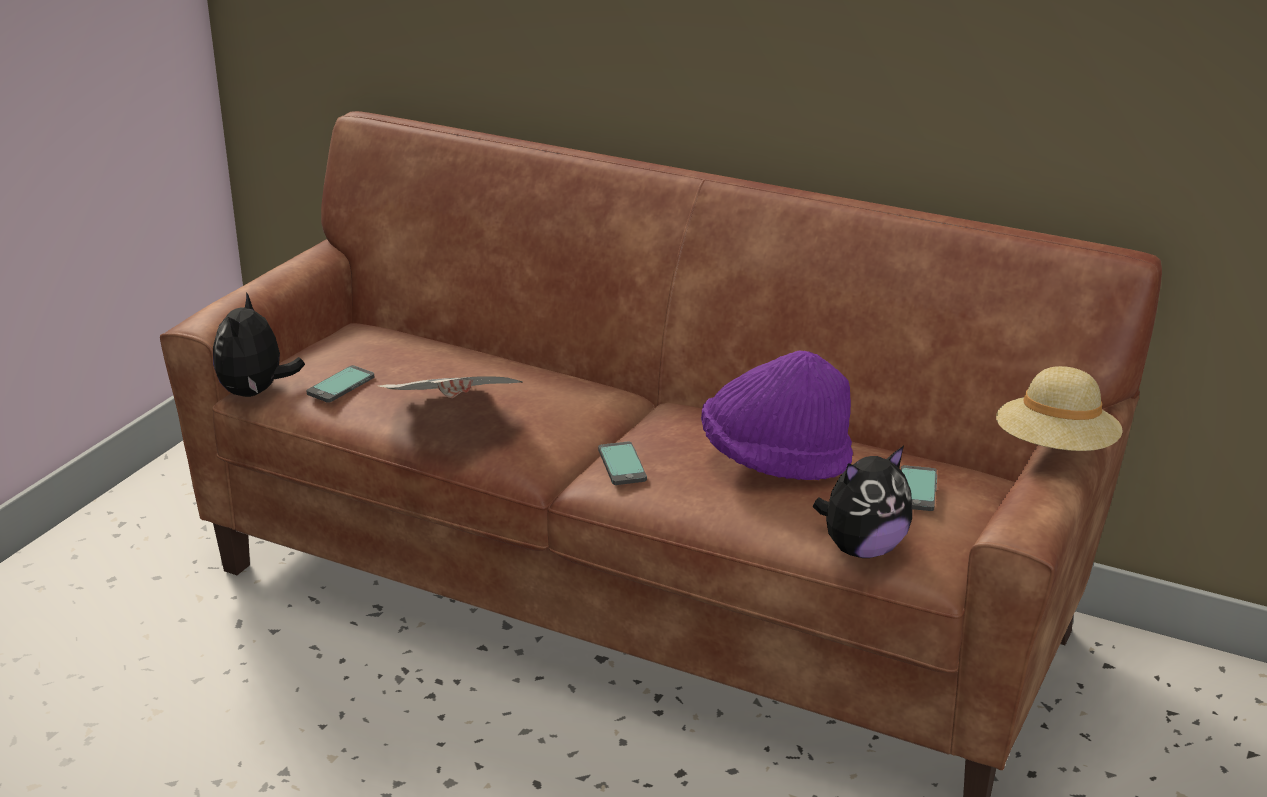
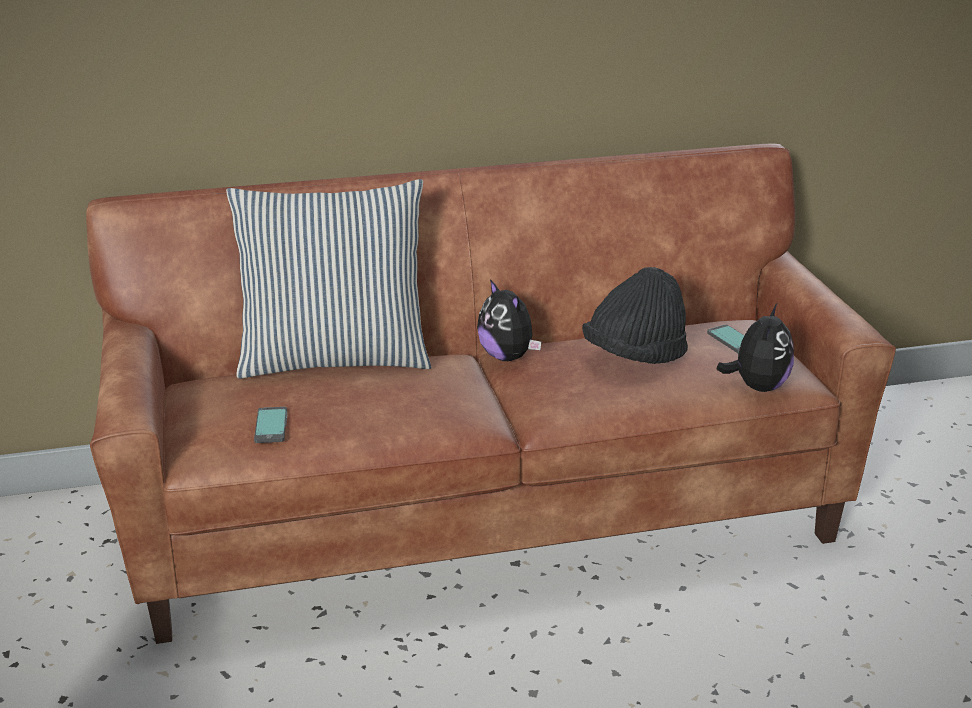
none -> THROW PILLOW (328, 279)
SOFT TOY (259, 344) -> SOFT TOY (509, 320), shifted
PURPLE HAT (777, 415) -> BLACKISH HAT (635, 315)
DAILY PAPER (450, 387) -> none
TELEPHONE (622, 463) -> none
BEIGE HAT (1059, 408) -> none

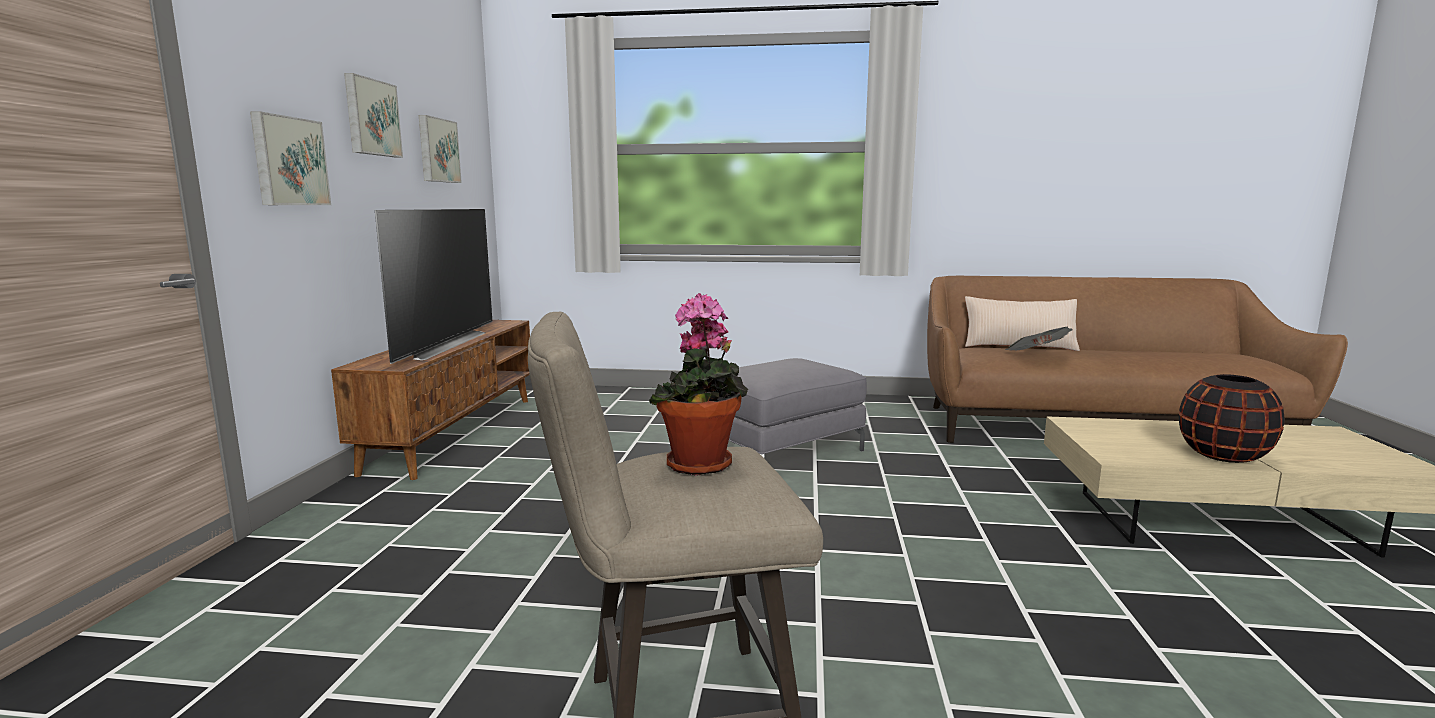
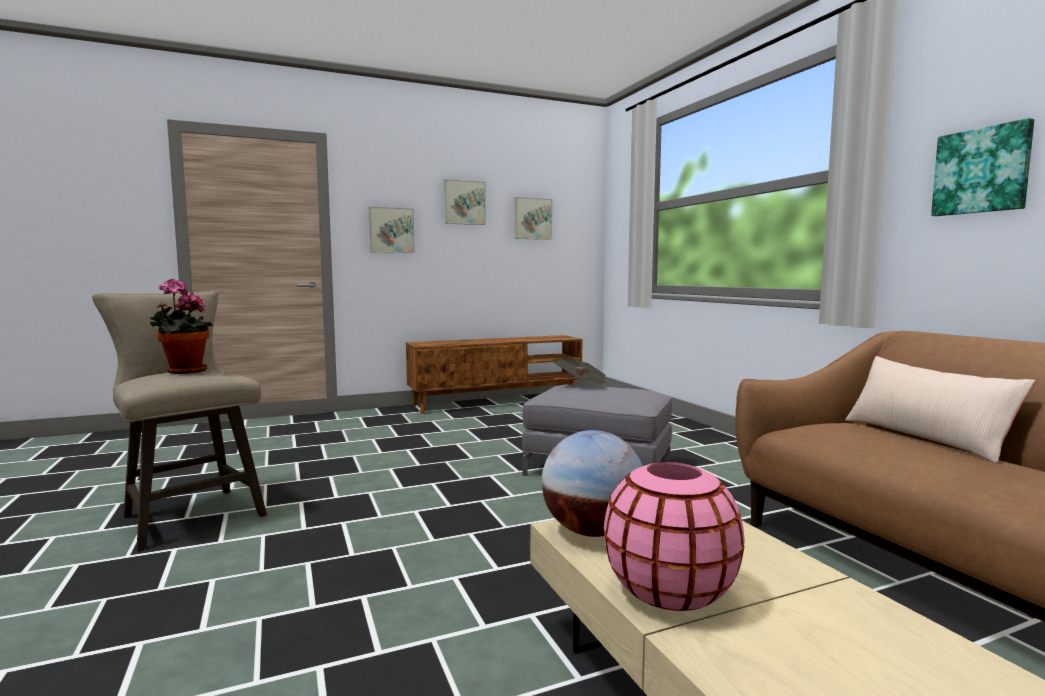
none -> DESK GLOBE (592, 483)
DAILY PAPER (1039, 339) -> DAILY PAPER (580, 370), shifted
BLACKISH FLOWER VASE (1231, 418) -> PINK FLOWER VASE (674, 536)
none -> WALL ART (982, 167)
TV (433, 286) -> none

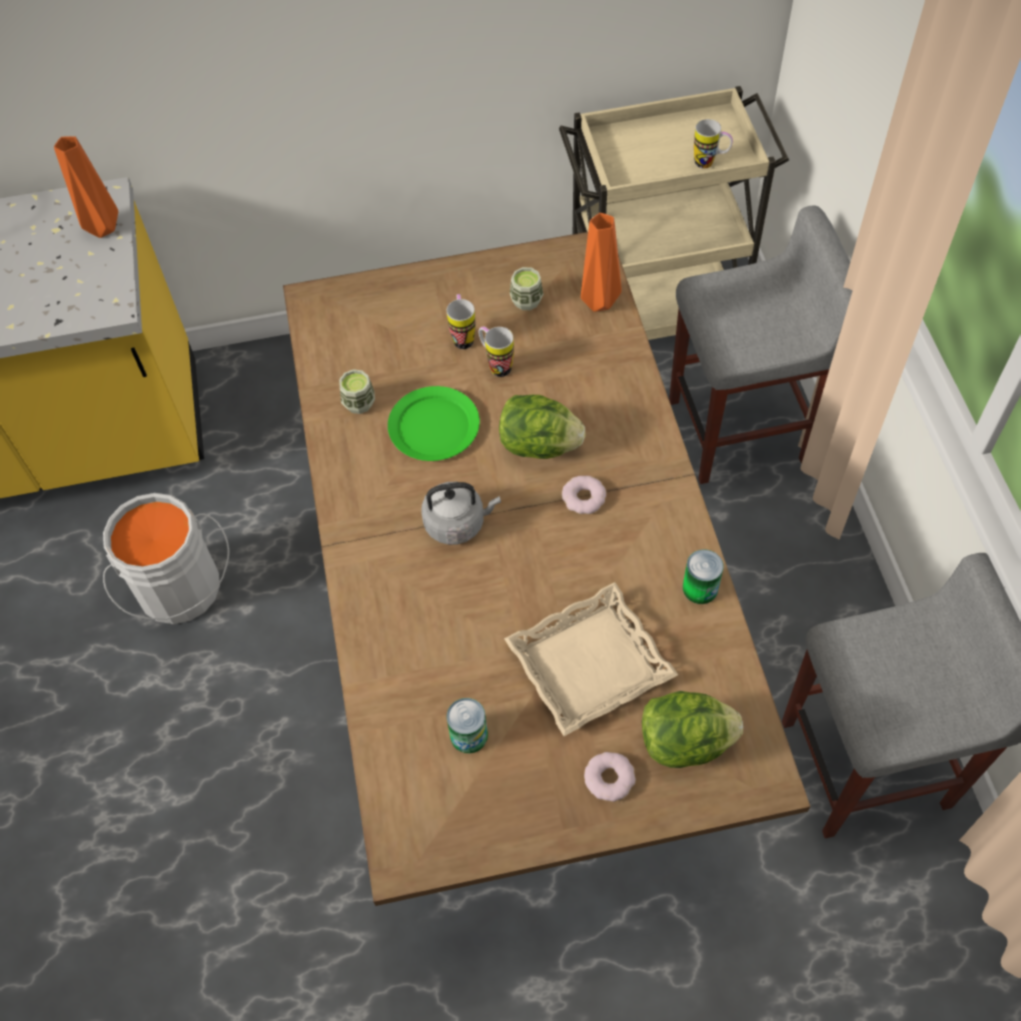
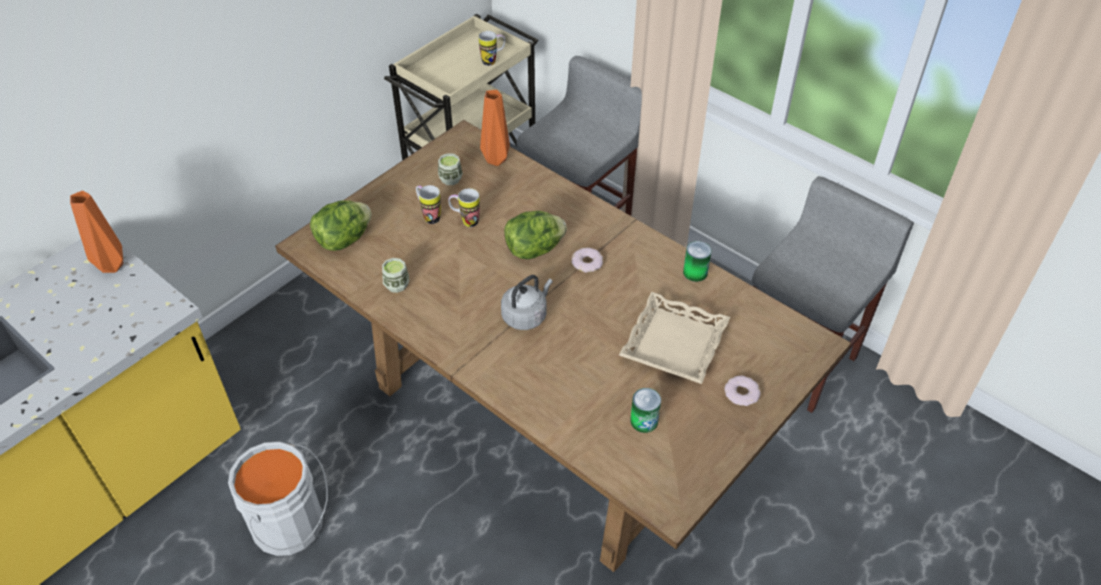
LETTUCE HEAD (692, 729) -> LETTUCE HEAD (340, 225), shifted
GREEN FLAT DISH (434, 423) -> none

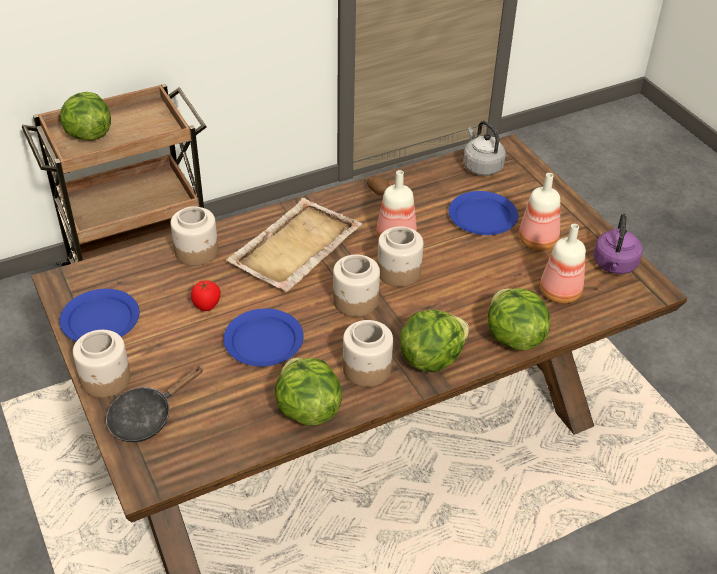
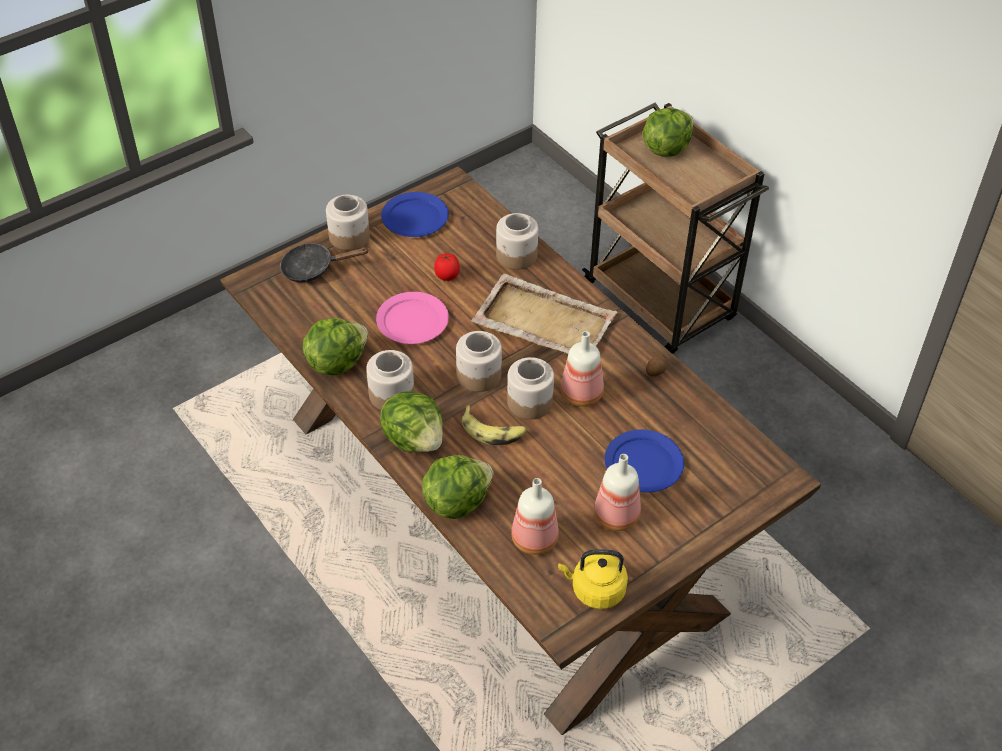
BLACKISH PAN (154, 404) -> BLACKISH PAN (324, 262), 45 degrees counterclockwise
BLUISH FLAT DISH (263, 337) -> PINK FLAT DISH (412, 318)
none -> BANANA (494, 425)
PURPLE WATER KETTLE (618, 243) -> YELLOWISH WATER KETTLE (593, 579)
GREY WATER KETTLE (484, 148) -> none

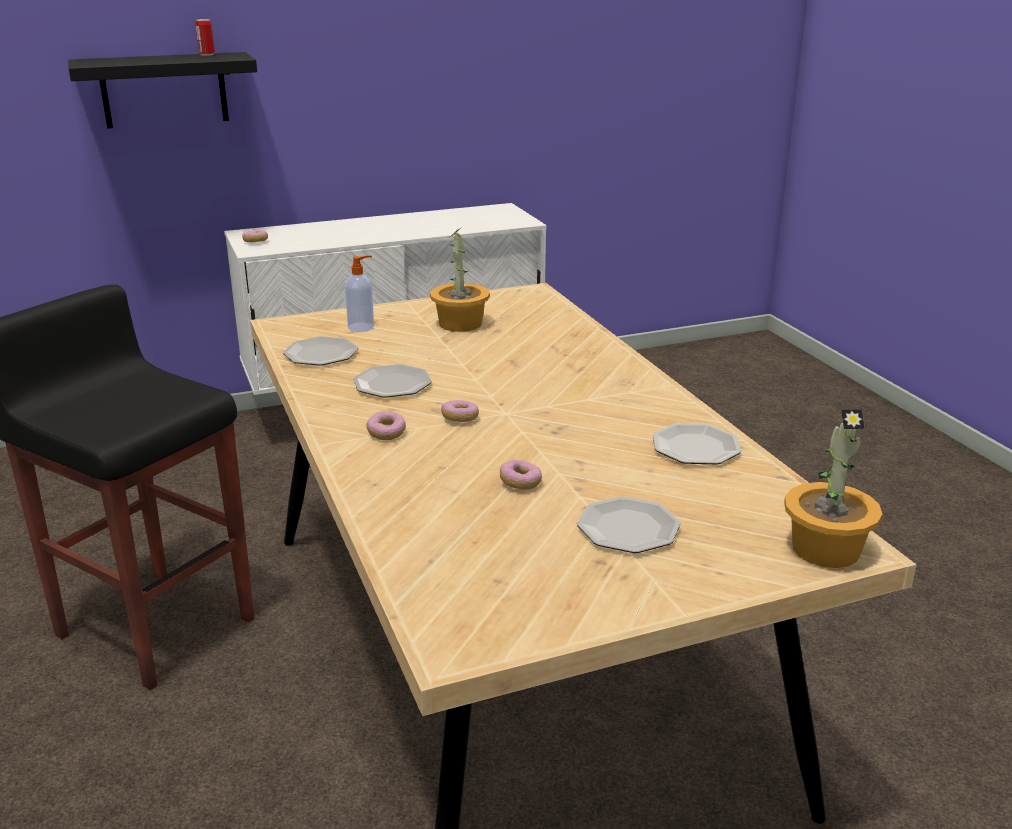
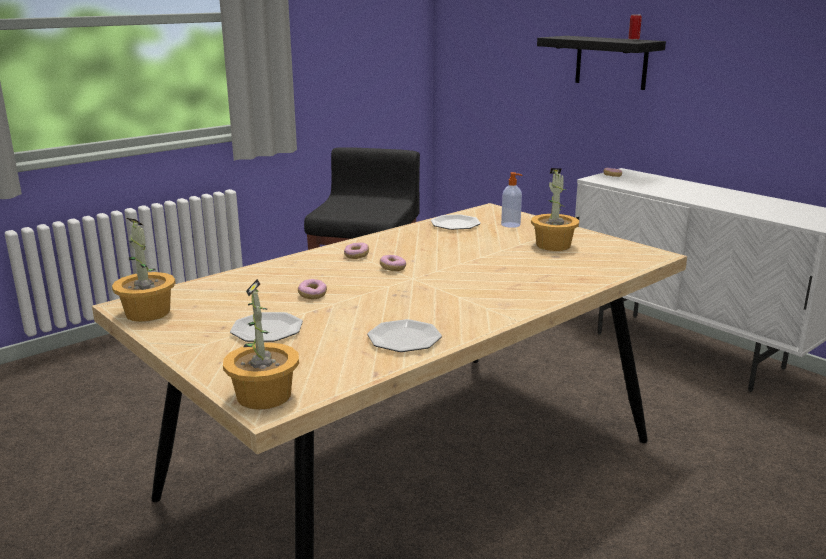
none -> HOUSEPLANT (144, 270)
FLAT DISH (392, 381) -> none

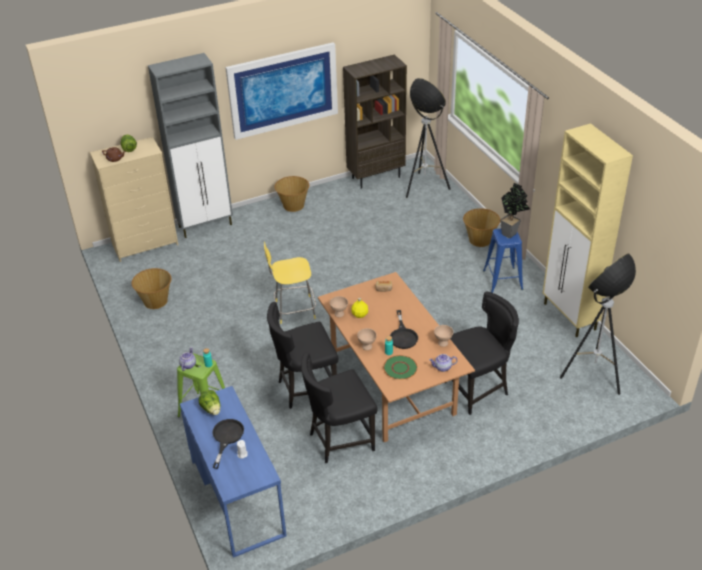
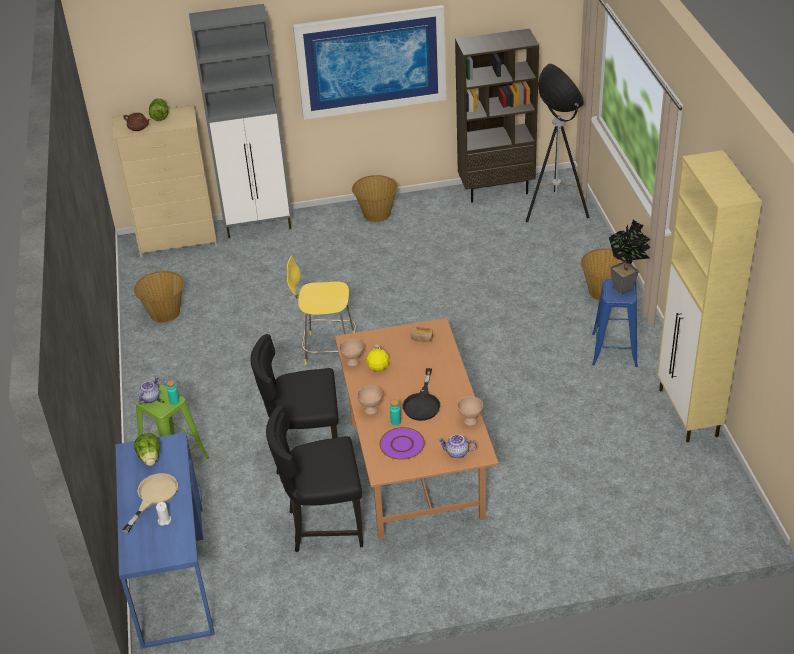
BLACKISH PAN (228, 444) -> BEIGE PAN (150, 503)
GREEN FLAT DISH (400, 367) -> PURPLE FLAT DISH (402, 443)
BLACKISH PLAIN CHAIR (482, 353) -> none
STANDING LAMP (598, 324) -> none

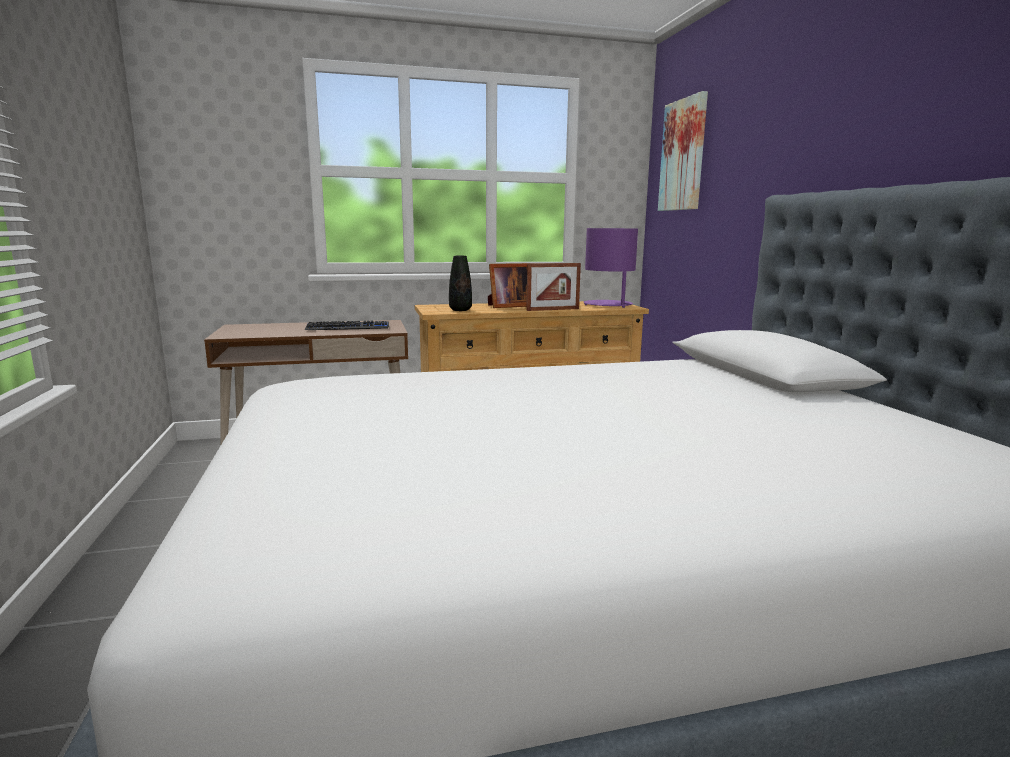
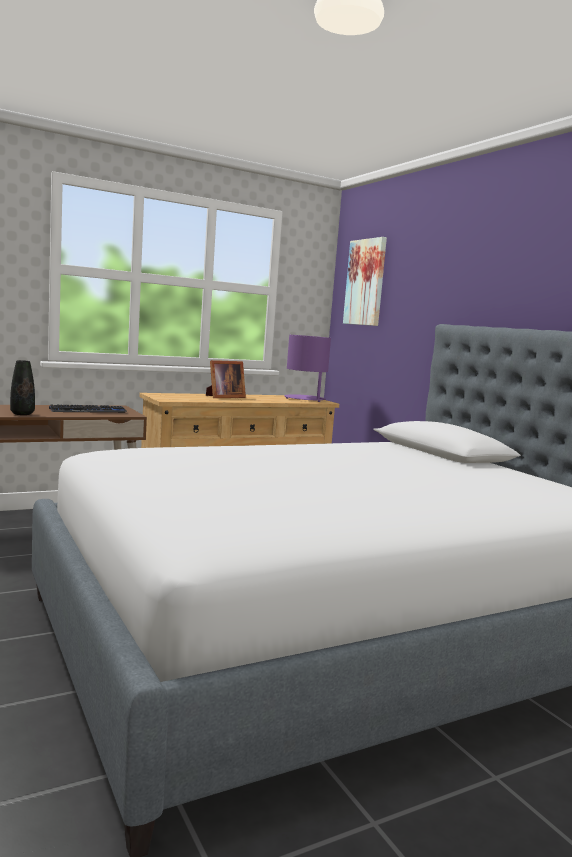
BLACKISH FLOWER VASE (460, 283) -> BLACKISH FLOWER VASE (22, 387), shifted
PHOTO FRAME (553, 287) -> none

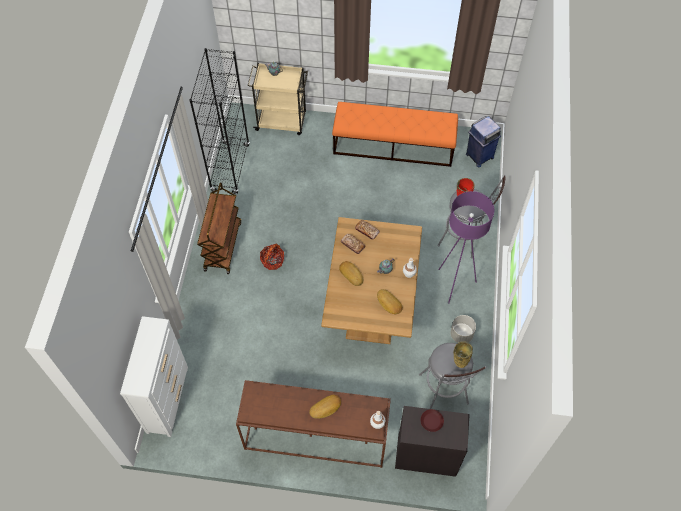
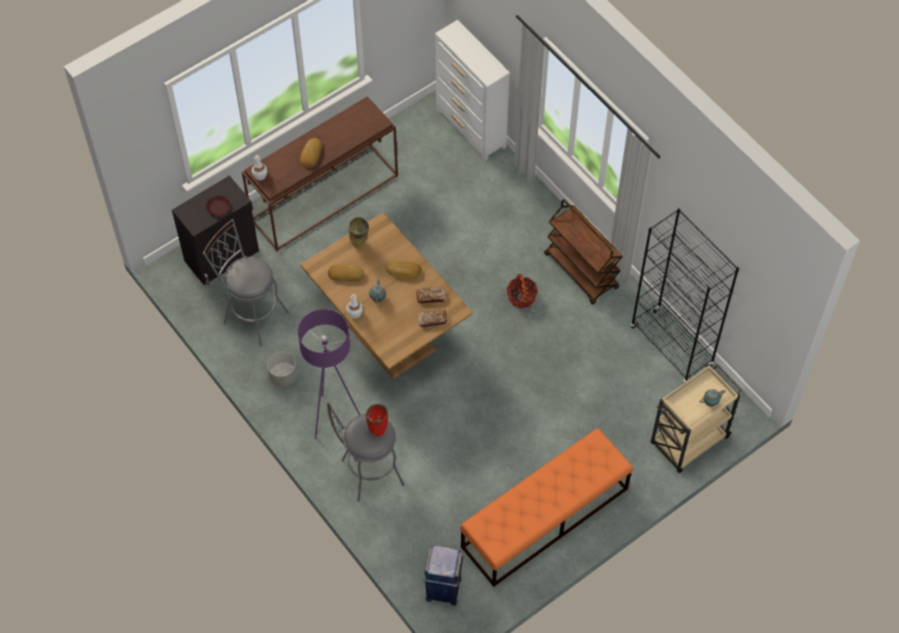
BEIGE FLOWER VASE (463, 354) -> BEIGE FLOWER VASE (359, 232), shifted

